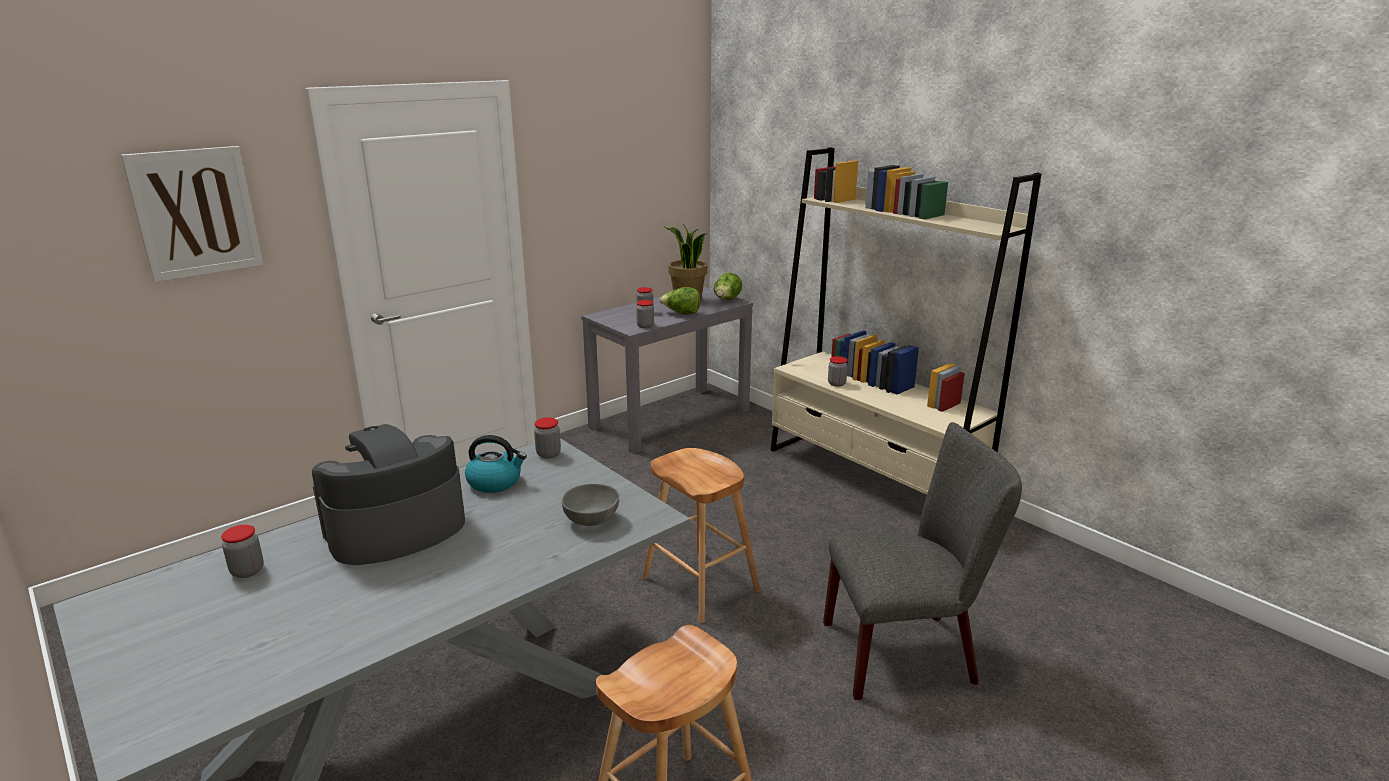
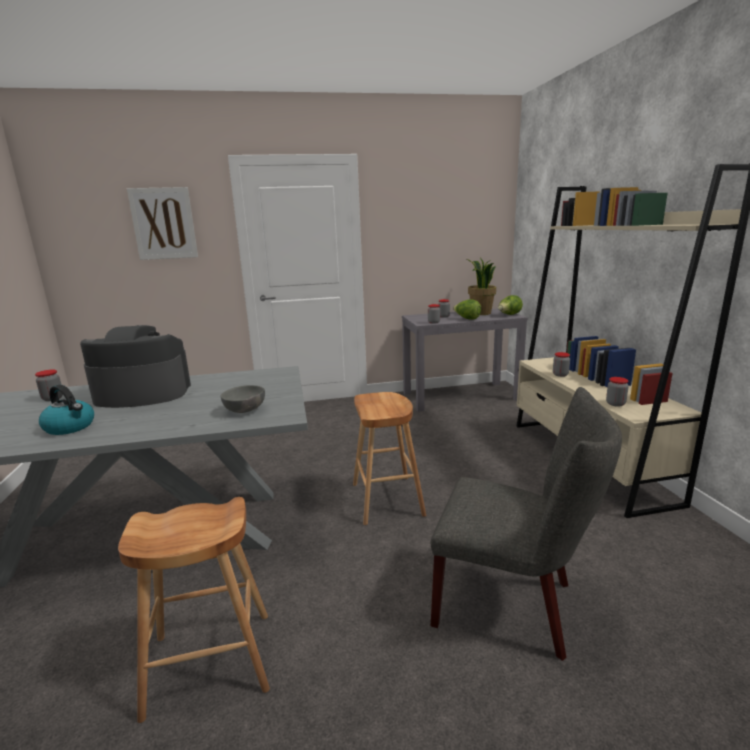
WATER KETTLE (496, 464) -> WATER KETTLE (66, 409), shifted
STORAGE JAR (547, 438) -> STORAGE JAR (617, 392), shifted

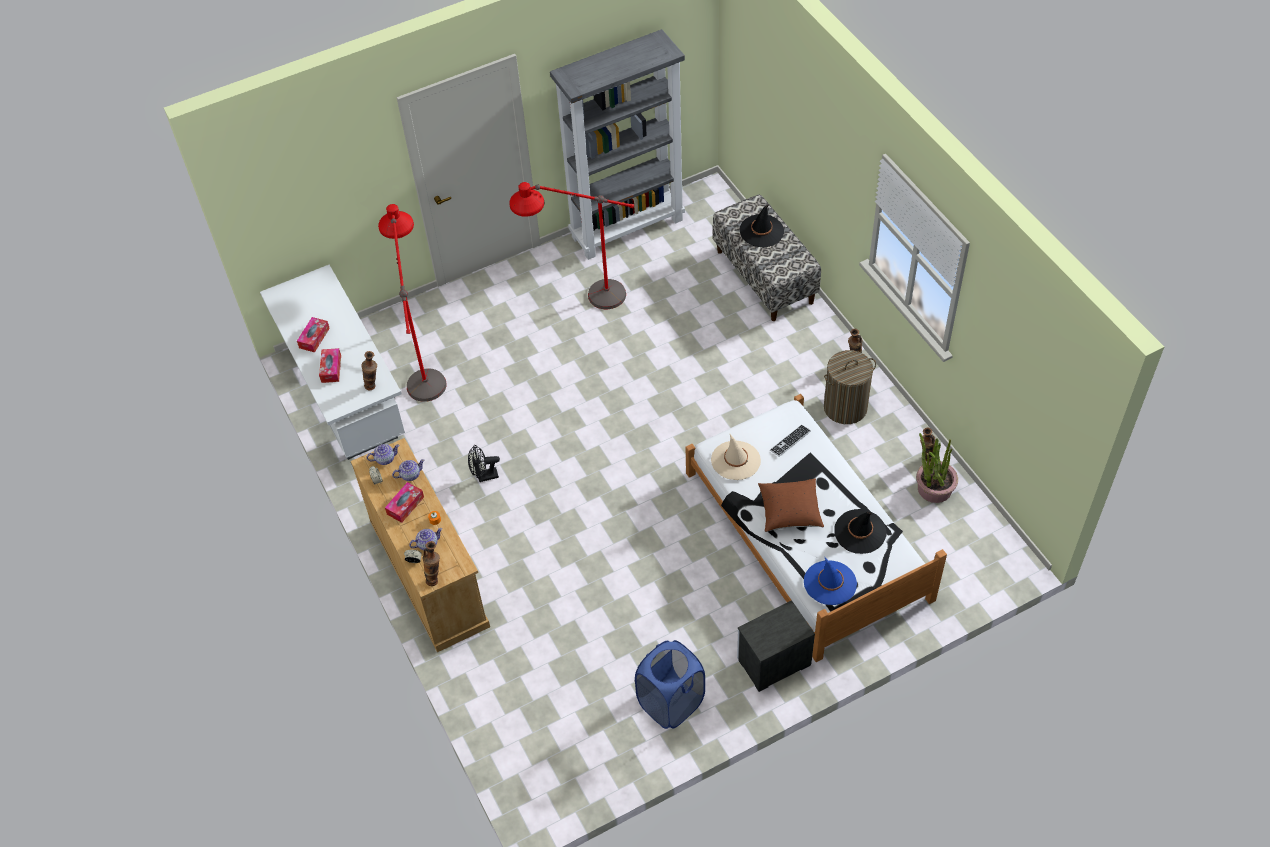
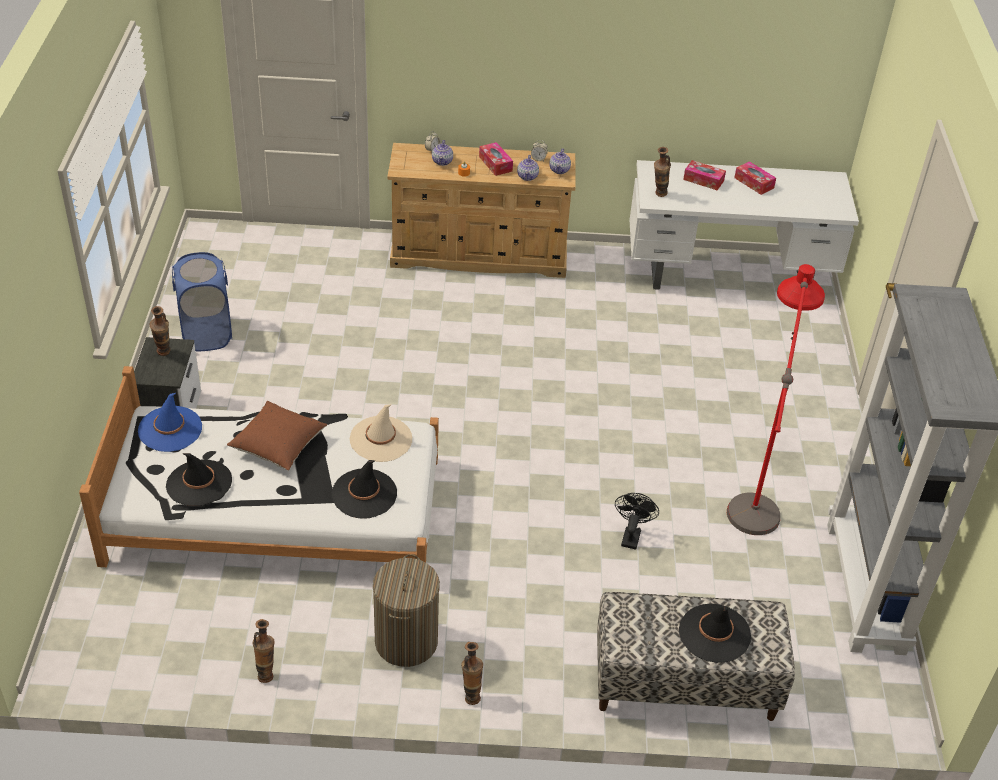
FLOWER VASE (431, 563) -> FLOWER VASE (160, 331), shifted
COMPUTER KEYBOARD (790, 441) -> BLACKISH HAT (364, 489)
BLACKISH ELECTRIC FAN (484, 463) -> BLACKISH ELECTRIC FAN (637, 521), shifted
REDDISH STANDING LAMP (412, 303) -> none
HOUSEPLANT (937, 468) -> none

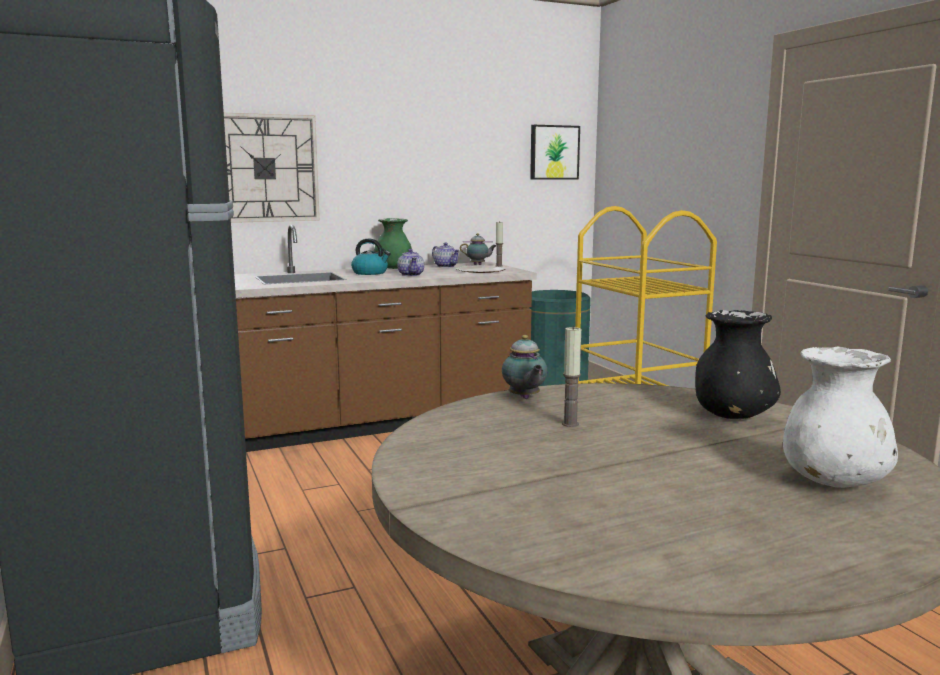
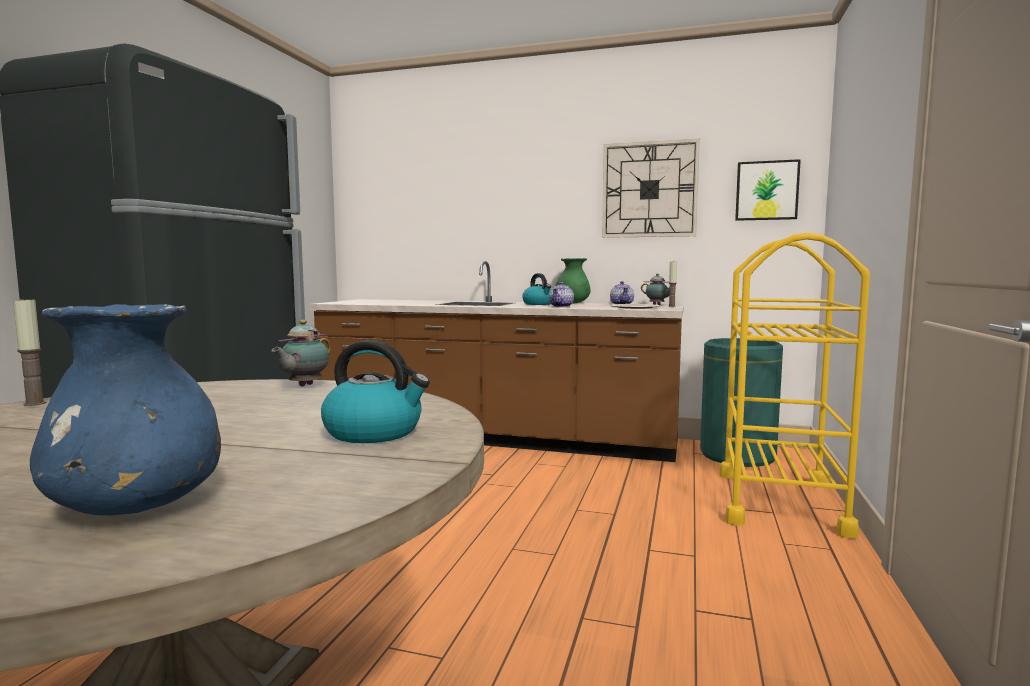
CANDLE (571, 376) -> CANDLE (29, 351), shifted
WHITE-COLOURED FLOWER VASE (840, 417) -> BLUISH FLOWER VASE (125, 409)
BLACKISH FLOWER VASE (738, 364) -> WATER KETTLE (375, 391)
CLOCK ON THE WALL (272, 168) -> CLOCK ON THE WALL (651, 188), shifted

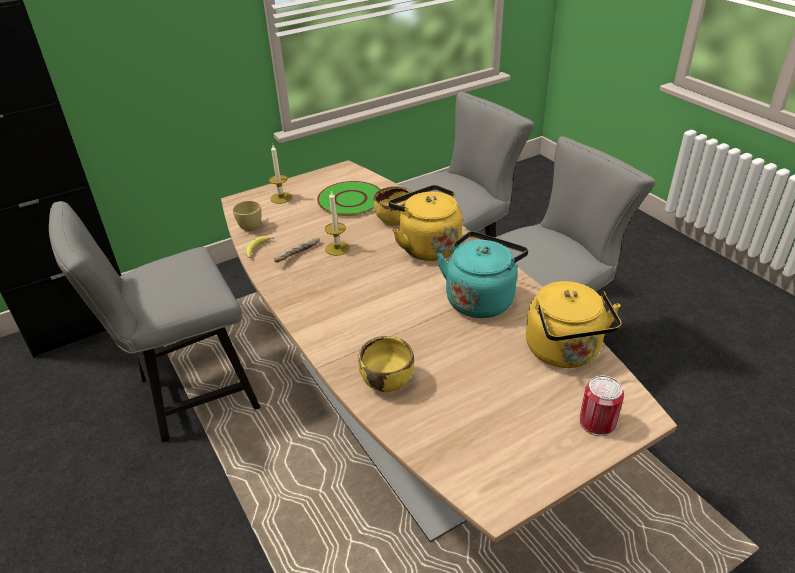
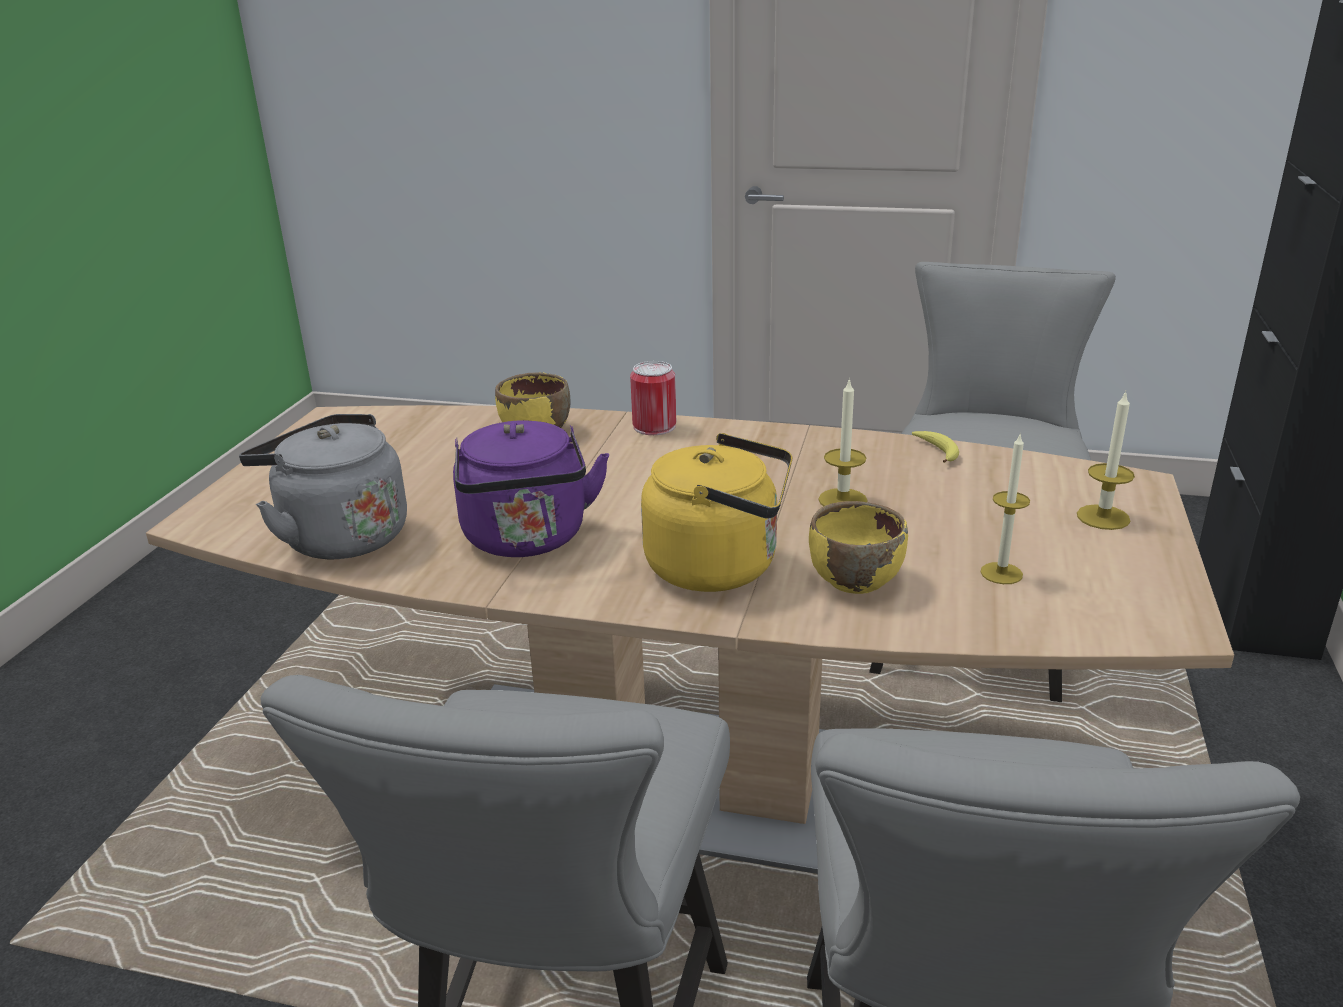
YELLOWISH WATER KETTLE (574, 324) -> GREY WATER KETTLE (323, 486)
BLUE-GREEN WATER KETTLE (482, 274) -> PURPLE WATER KETTLE (531, 488)
METAL CAN (602, 406) -> METAL CAN (653, 398), shifted
GREEN FLAT DISH (348, 198) -> CANDLE (1005, 509)
YELLOWISH DRINKING CUP (247, 215) -> none
BAKED BREAD (297, 249) -> none

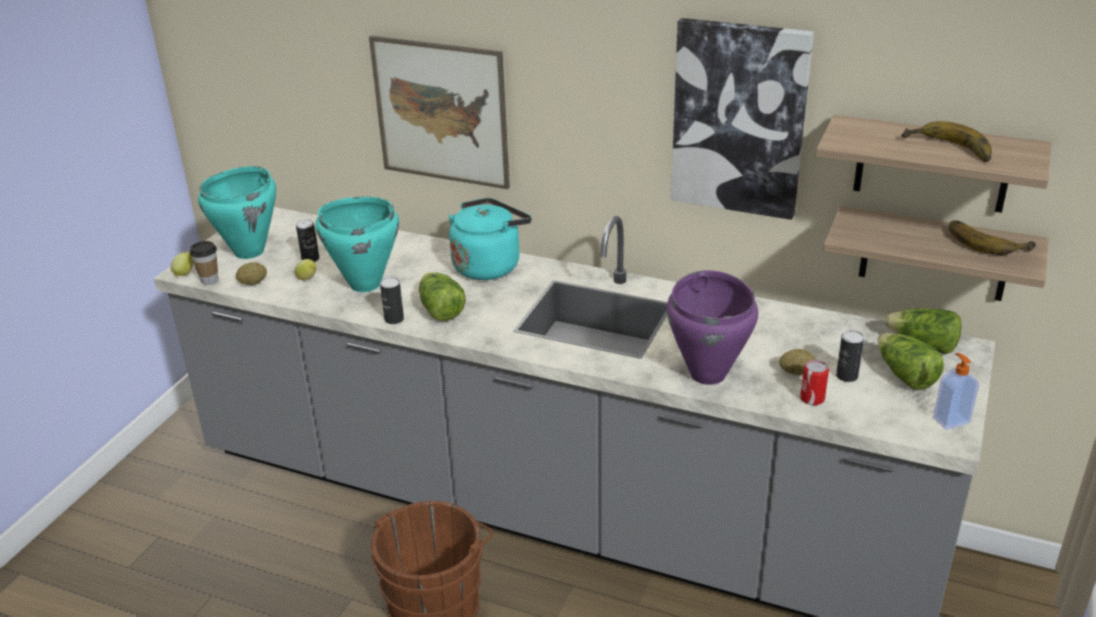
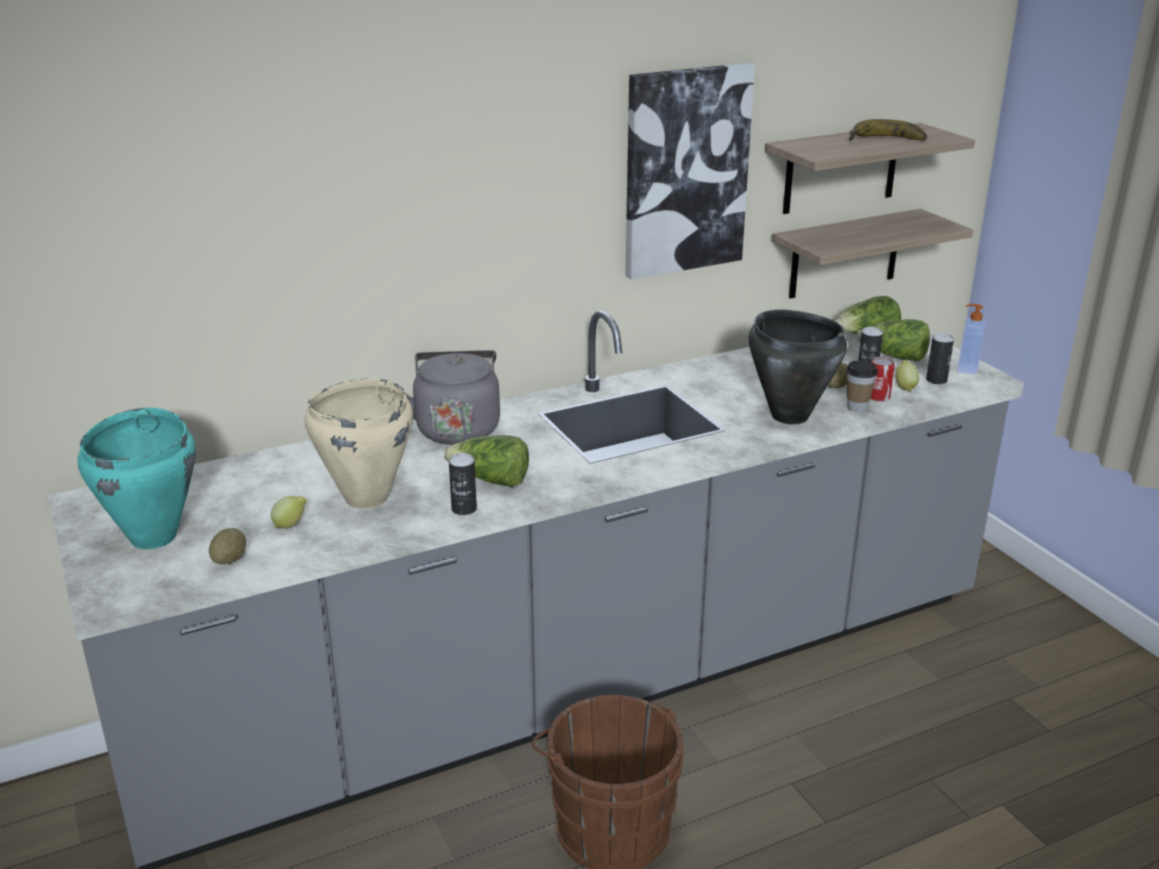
BLUE-GREEN COOKING POT (357, 244) -> BEIGE COOKING POT (358, 443)
BLUE-GREEN WATER KETTLE (490, 239) -> GREY WATER KETTLE (453, 397)
PURPLE COOKING POT (712, 327) -> BLACKISH COOKING POT (797, 367)
DRINKING CUP (204, 263) -> DRINKING CUP (862, 386), shifted
LEMON (182, 264) -> LEMON (907, 375), shifted
METAL CAN (307, 240) -> METAL CAN (940, 358), shifted
WALL ART (439, 112) -> none
BANANA (992, 237) -> none

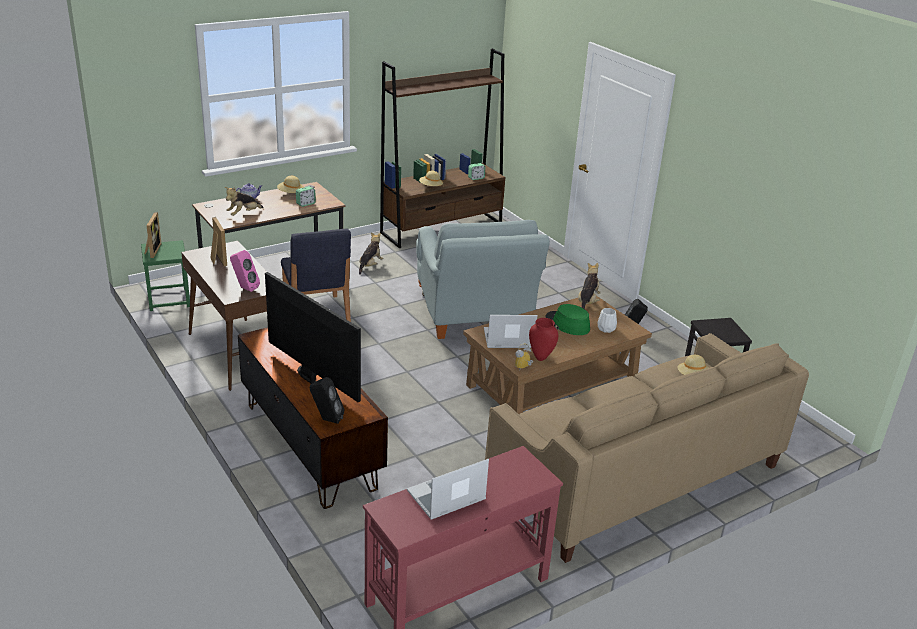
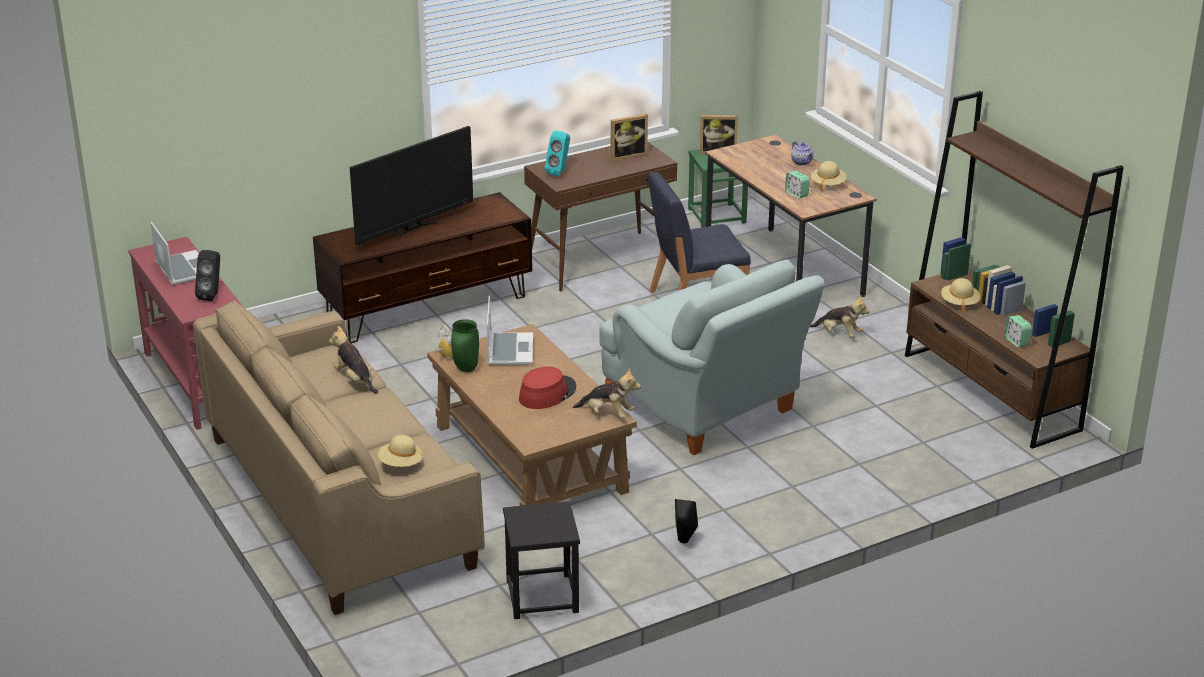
BLACKISH LOUDSPEAKER (327, 400) -> BLACKISH LOUDSPEAKER (207, 275), shifted
SOFT TOY (244, 201) -> SOFT TOY (353, 360), shifted
REDDISH FLOWER VASE (543, 339) -> GREEN FLOWER VASE (465, 345)
GREEN HAT (567, 319) -> REDDISH HAT (547, 388)
PINK LOUDSPEAKER (245, 271) -> BLUE-GREEN LOUDSPEAKER (557, 153)
GREY ARMCHAIR (483, 279) -> GREY ARMCHAIR (712, 357), 120 degrees counterclockwise
WHITE-COLOURED FLOWER VASE (607, 320) -> none

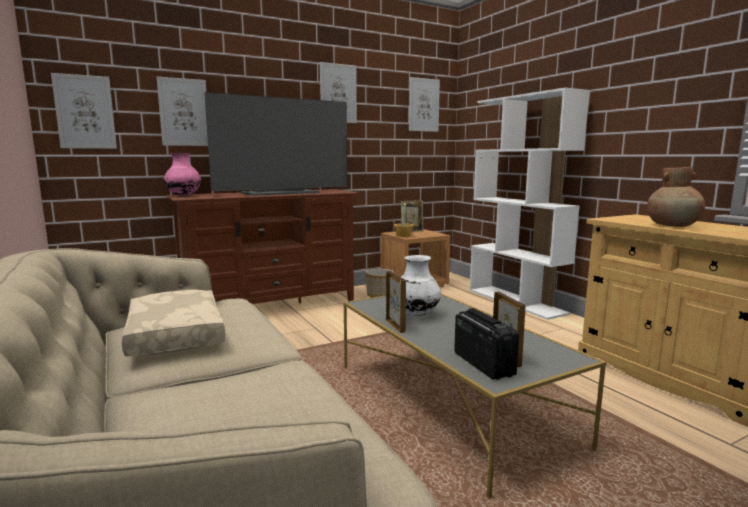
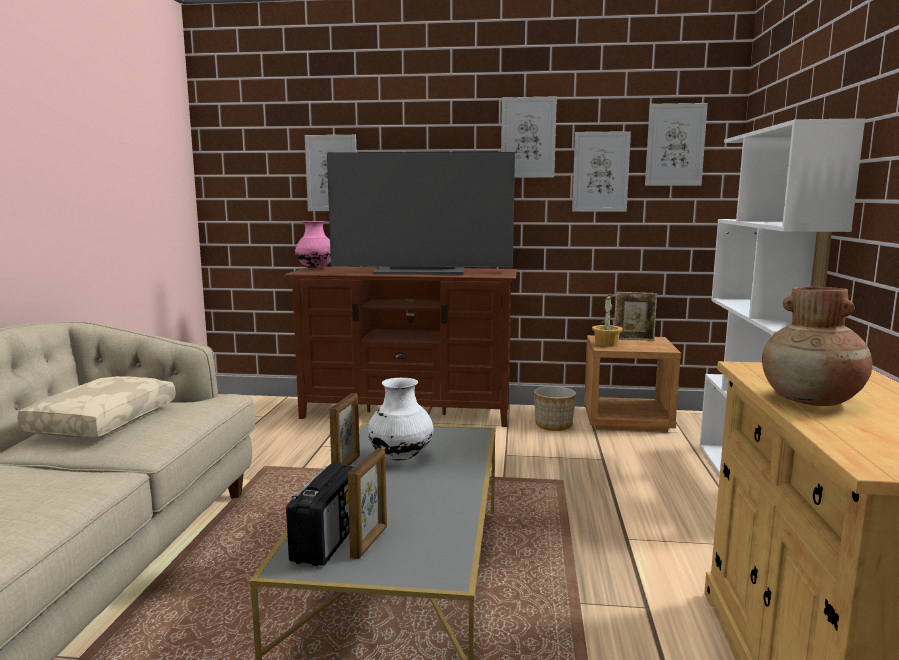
WALL ART (84, 111) -> WALL ART (601, 171), shifted

